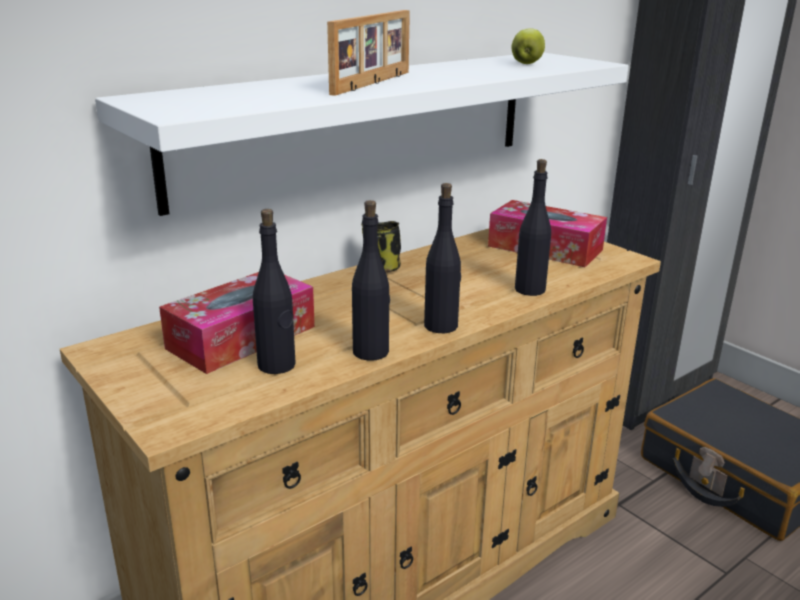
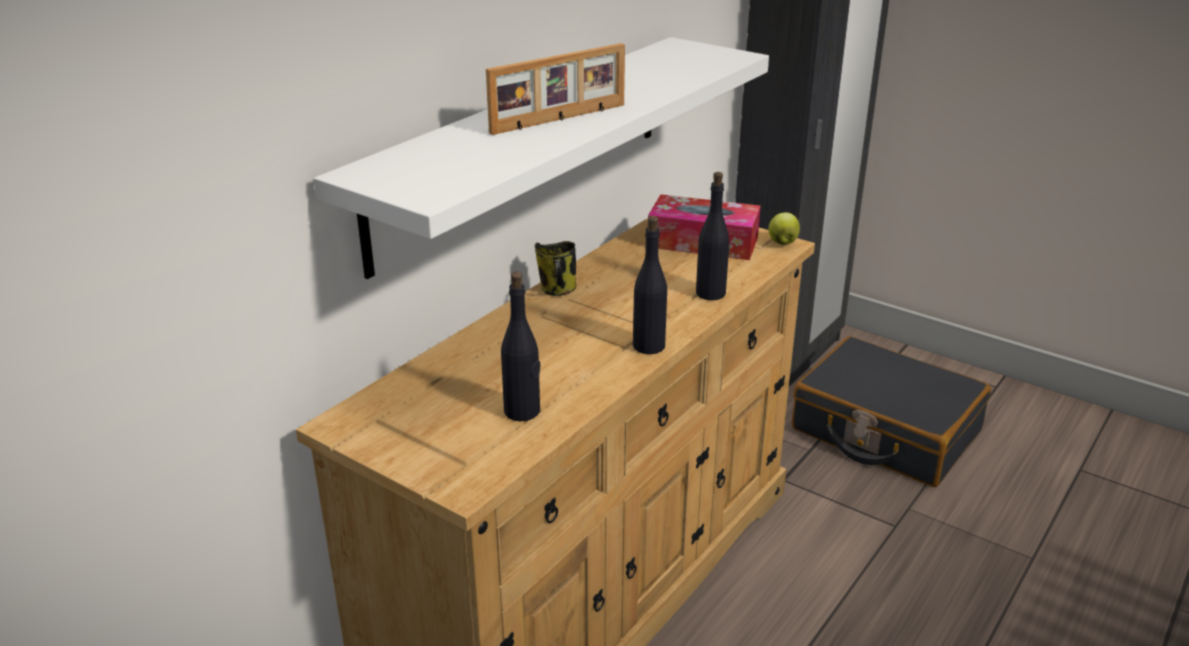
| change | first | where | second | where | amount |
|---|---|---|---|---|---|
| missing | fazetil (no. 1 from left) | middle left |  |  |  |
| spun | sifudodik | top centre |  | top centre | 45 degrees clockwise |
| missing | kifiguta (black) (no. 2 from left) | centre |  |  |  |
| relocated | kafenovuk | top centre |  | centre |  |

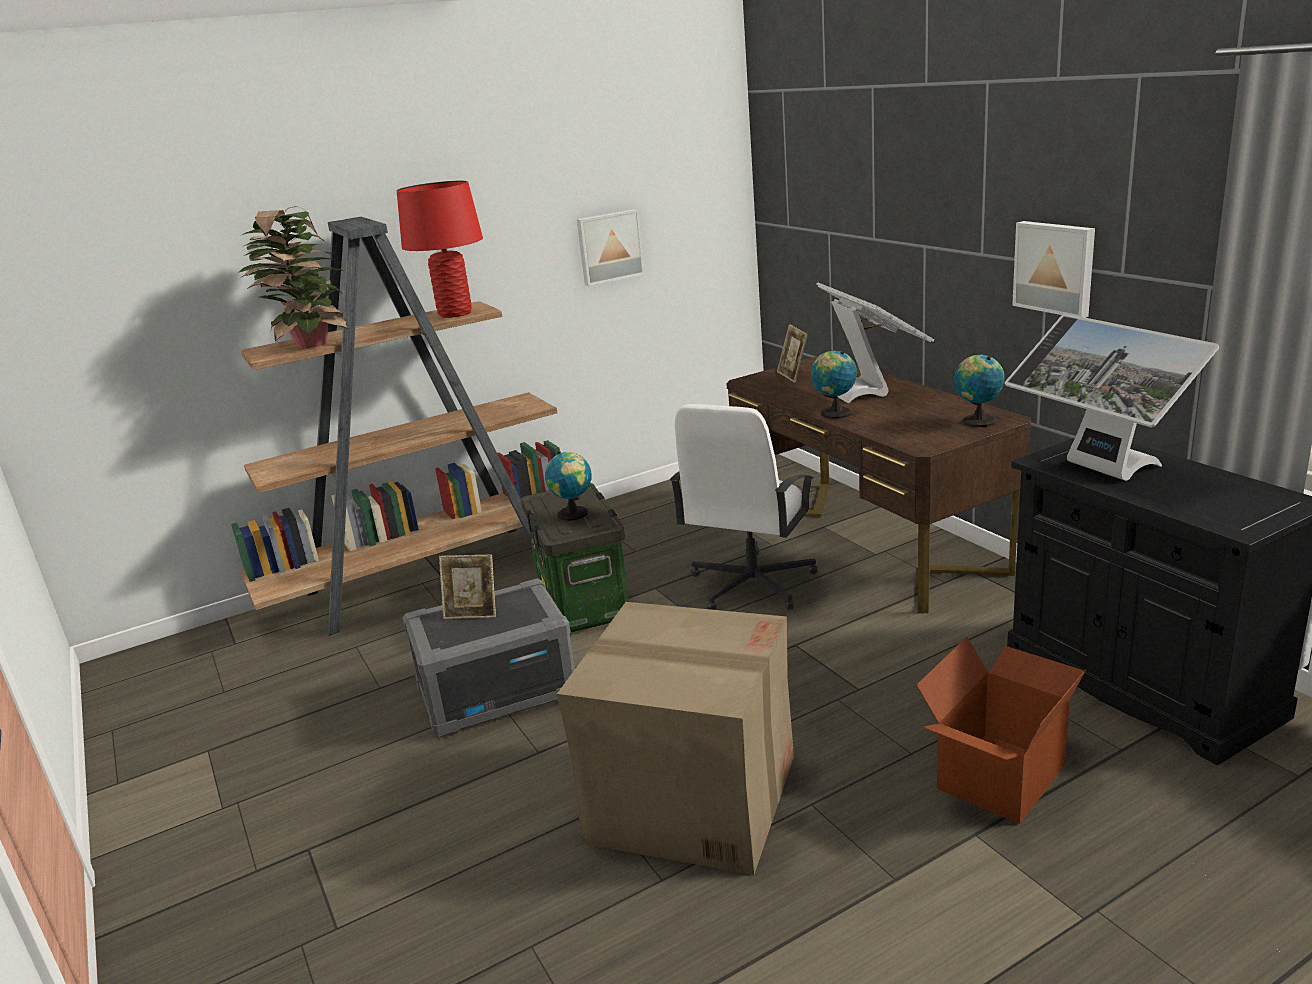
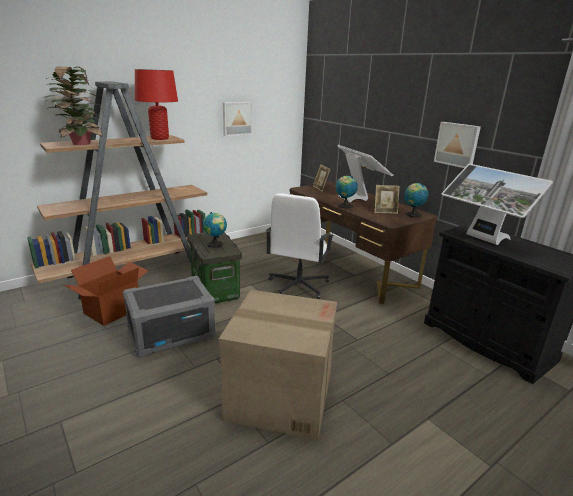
| change | first | where | second | where | amount |
|---|---|---|---|---|---|
| relocated | sifudodik (no. 1 from left in the first image) | centre | sifudodik (no. 2 from left) | middle right |  |
| relocated | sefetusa (no. 2 from left in the first image) | bottom right | sefetusa (no. 1 from left) | middle left |  |

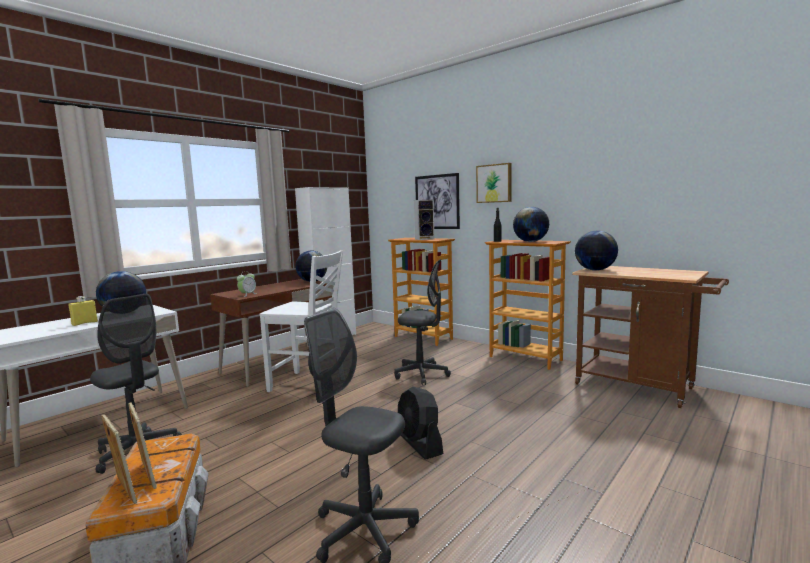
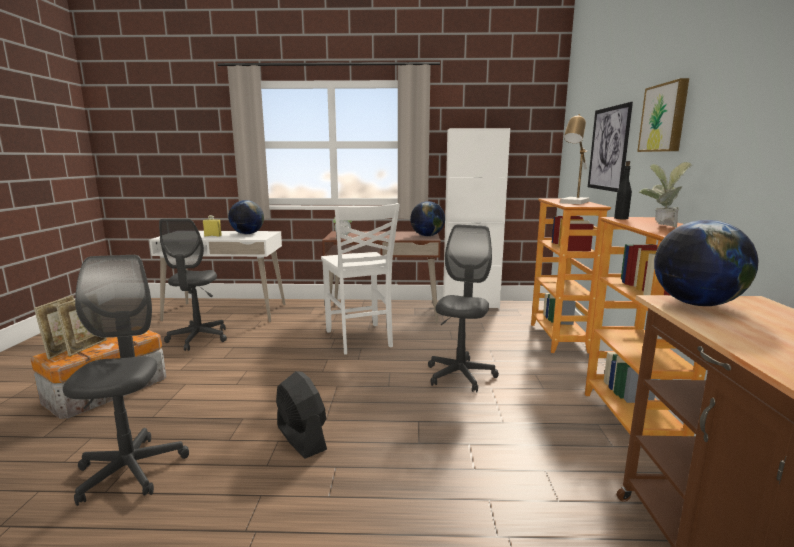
| change | first | where | second | where | amount |
|---|---|---|---|---|---|
| spun | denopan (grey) (no. 3 from left) | centre |  | centre | 135 degrees counterclockwise |
| spun | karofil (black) | bottom centre |  | bottom centre | 120 degrees clockwise |
| exchanged | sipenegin | centre | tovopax | top right |  |
| exchanged | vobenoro (no. 3 from left) | centre | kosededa | middle right |  |

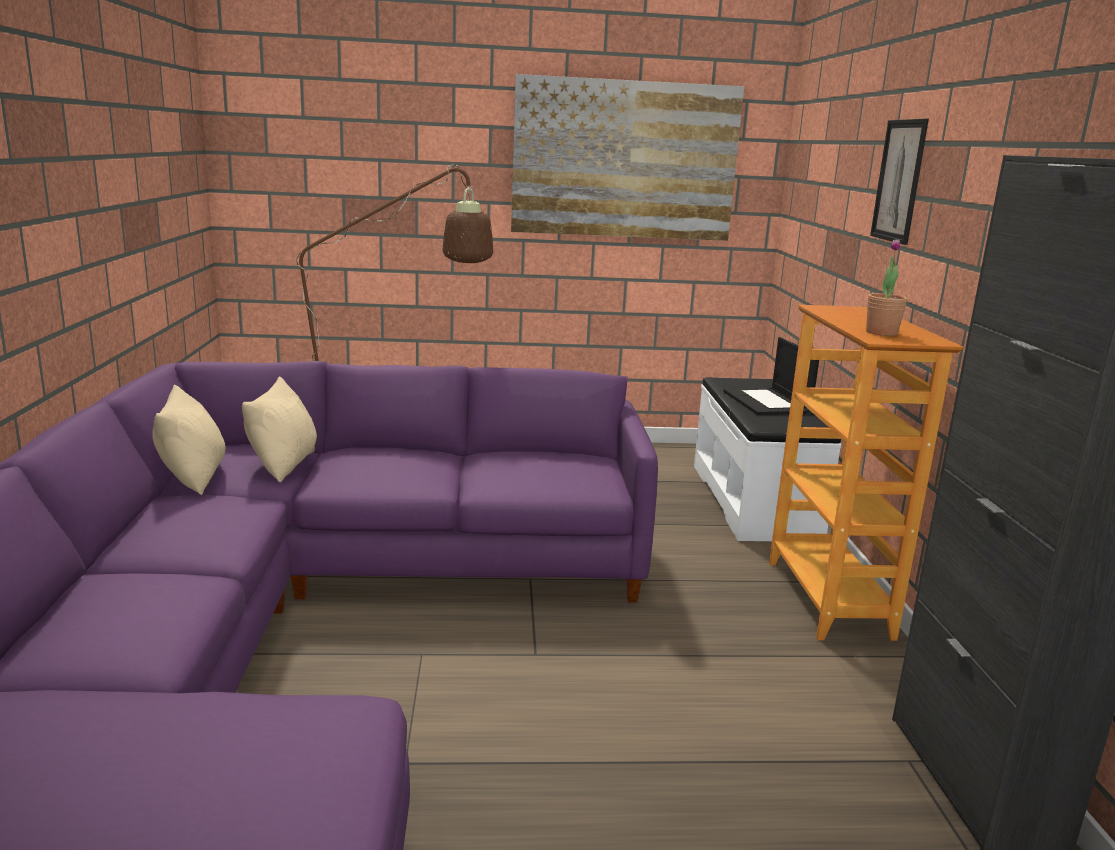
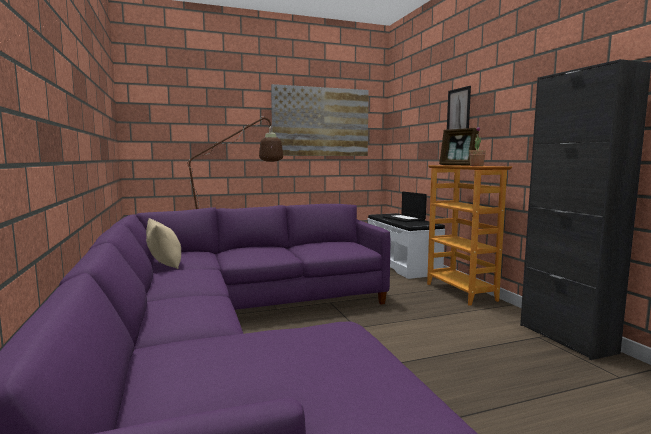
| change | first | where | second | where | amount |
|---|---|---|---|---|---|
| missing | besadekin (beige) (no. 2 from left) | middle left |  |  |  |
| appeared |  |  | sifudodik | middle right |  |

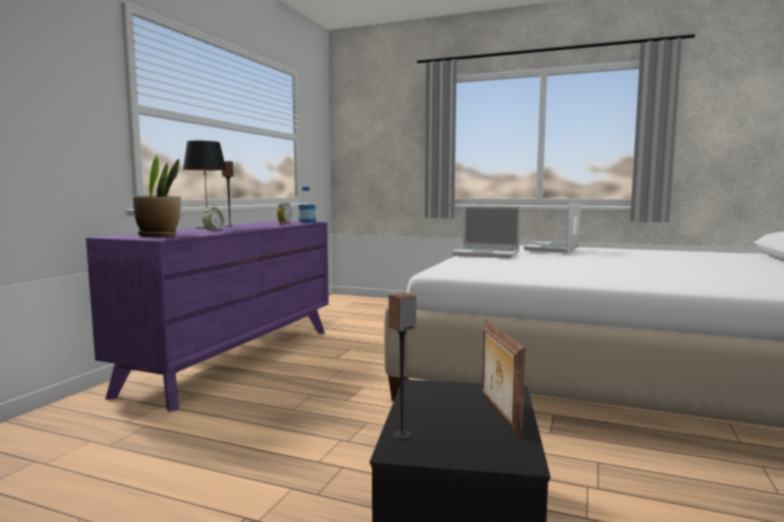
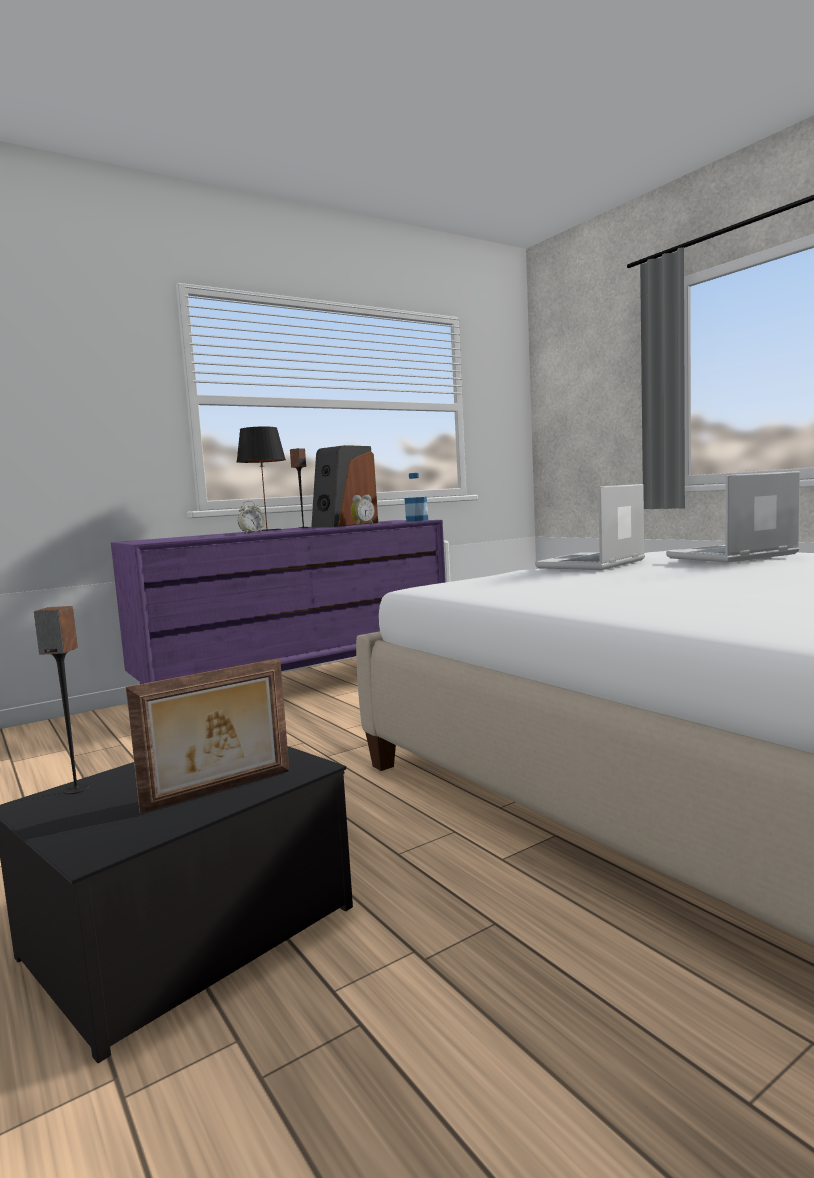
| change | first | where | second | where | amount |
|---|---|---|---|---|---|
| missing | kosededa | middle left |  |  |  |
| spun | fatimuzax (no. 1 from left) | centre |  | middle right | 75 degrees clockwise |
| spun | sifudodik | bottom centre |  | middle left | 150 degrees counterclockwise |
| appeared |  |  | sipenegin (no. 3 from left) | centre |  |

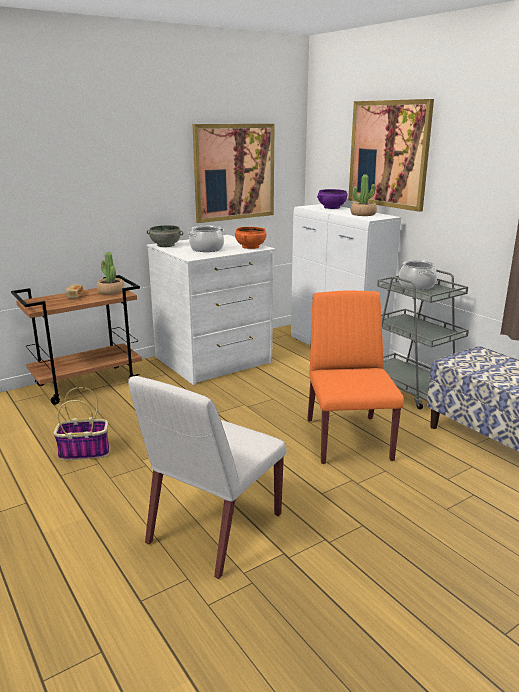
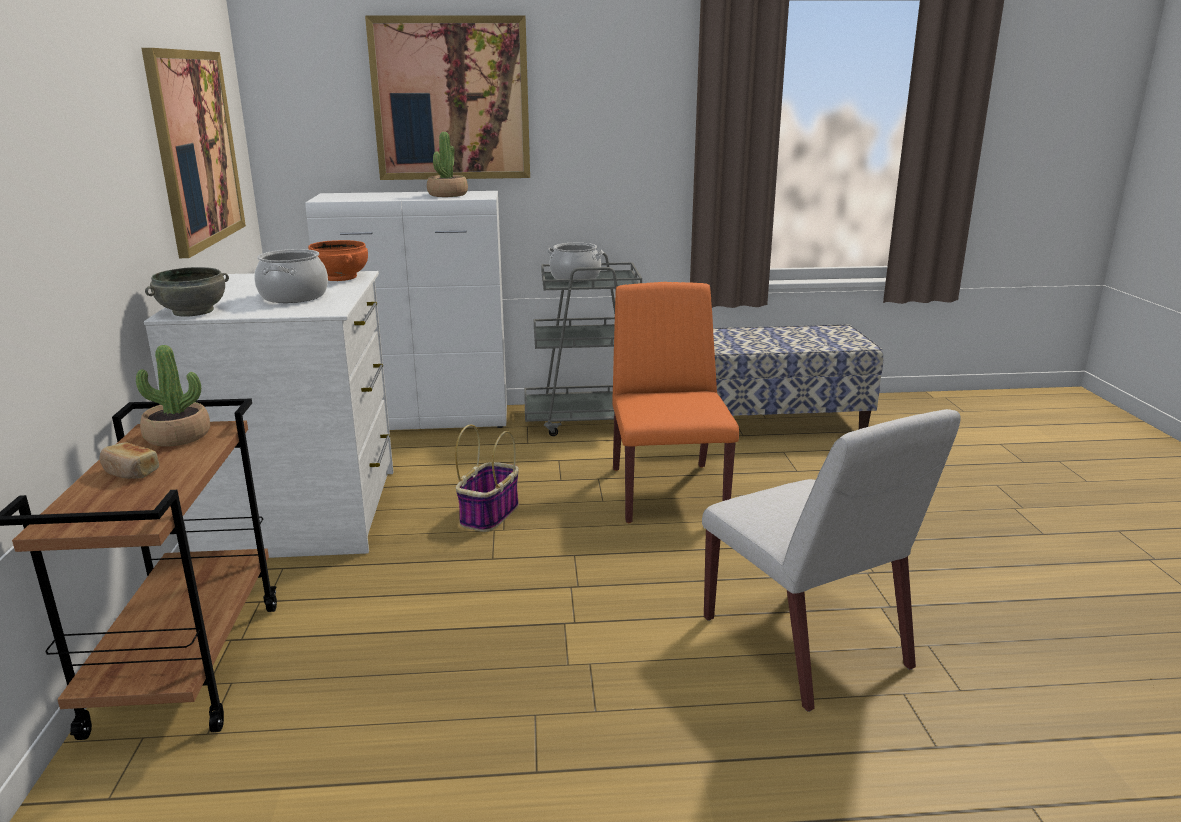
| change | first | where | second | where | amount |
|---|---|---|---|---|---|
| relocated | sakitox | middle left |  | centre |  |
| spun | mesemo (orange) | middle right |  | centre | 60 degrees clockwise |
| missing | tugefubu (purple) | top centre |  |  |  |

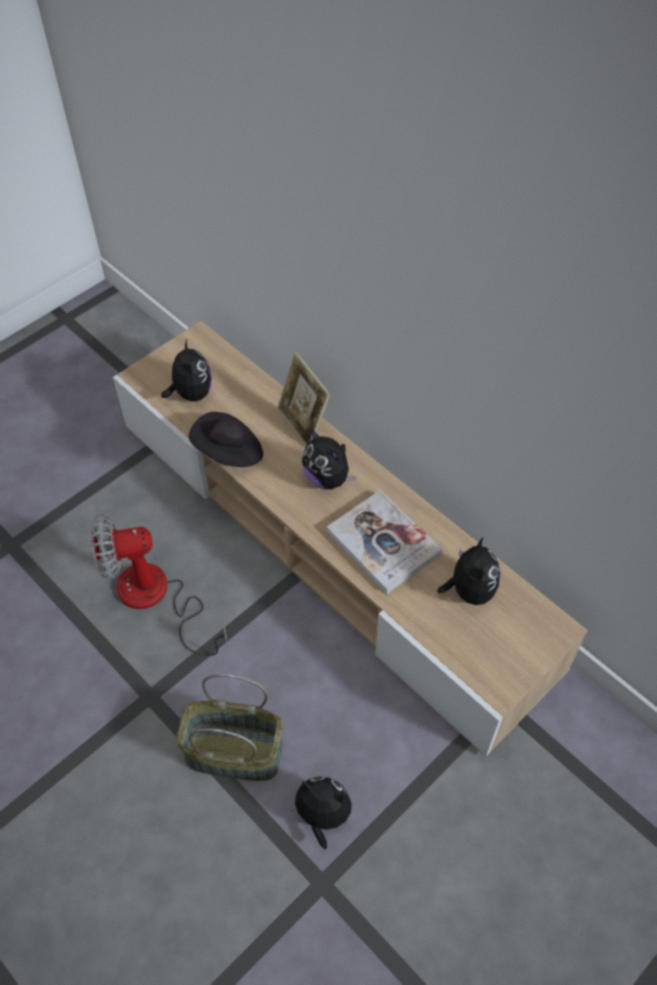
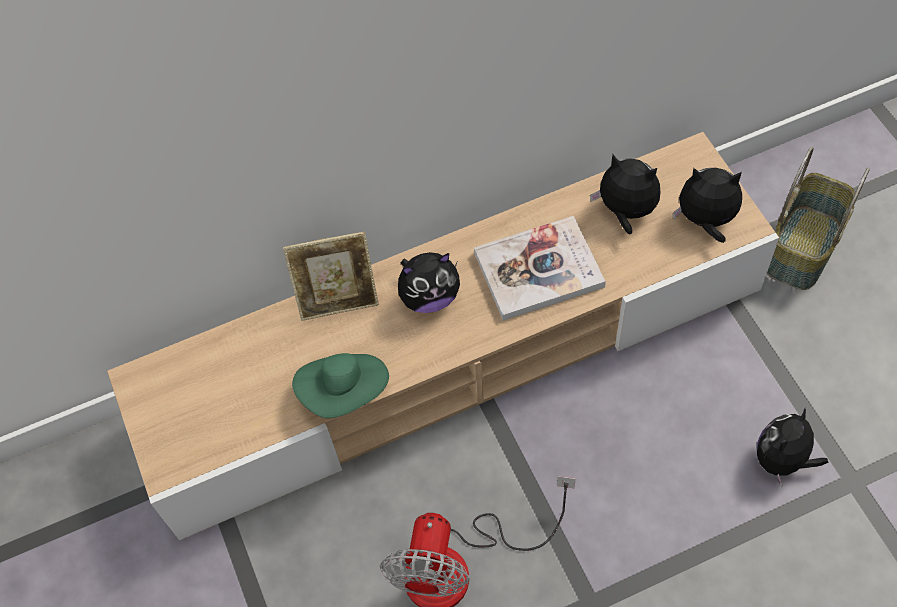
| change | first | where | second | where | amount |
|---|---|---|---|---|---|
| relocated | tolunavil (no. 1 from left in the first image) | middle left | tolunavil (no. 3 from left) | middle right |  |
| relocated | sakitox | bottom centre |  | middle right |  |
| colour | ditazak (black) | centre | ditazak (green) | centre |  |

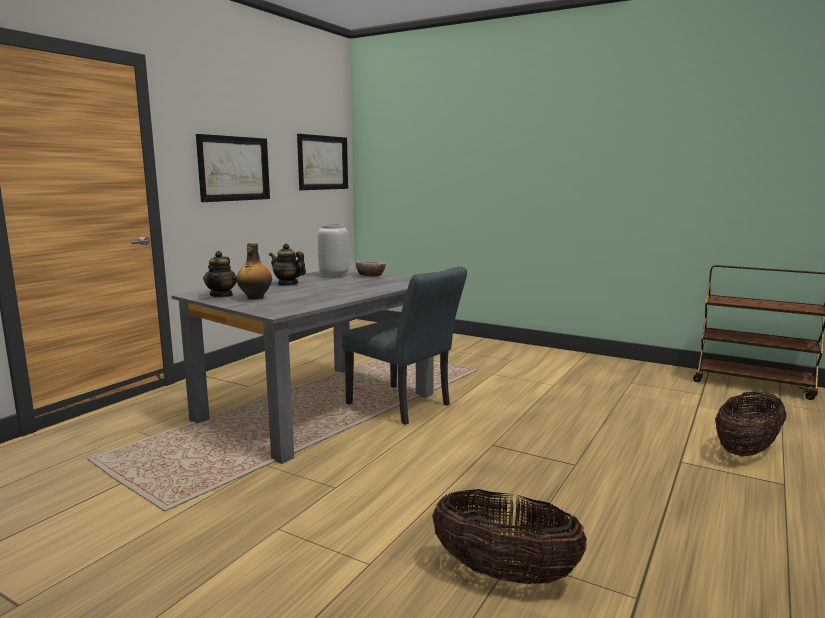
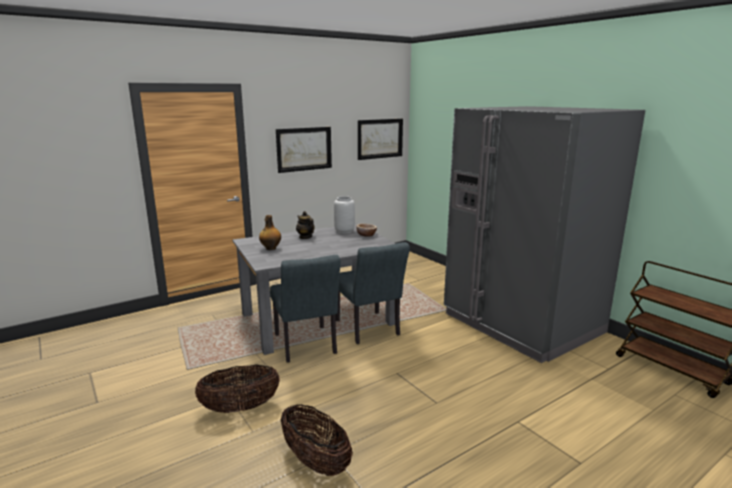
| change | first | where | second | where | amount |
|---|---|---|---|---|---|
| missing | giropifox (no. 1 from left) | middle left |  |  |  |
| relocated | sakitox (no. 2 from left in the first image) | bottom right | sakitox (no. 1 from left) | bottom left |  |
| appeared |  |  | mesemo (grey) (no. 1 from left) | centre |  |
| appeared |  |  | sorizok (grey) | middle right |  |

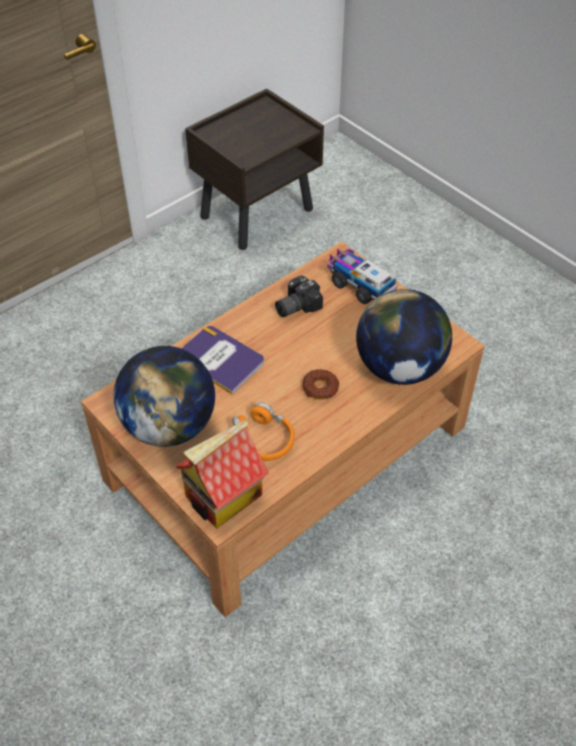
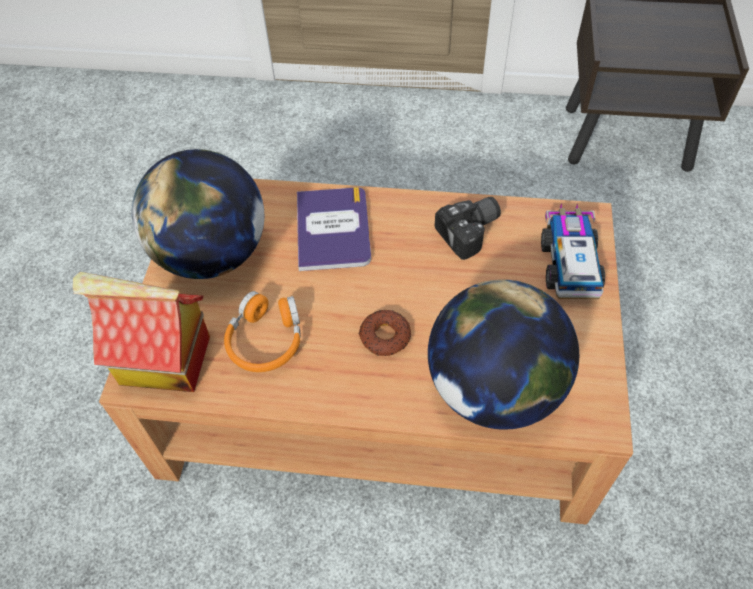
| change | first | where | second | where | amount |
|---|---|---|---|---|---|
| spun | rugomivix | centre |  | centre | 135 degrees clockwise |

